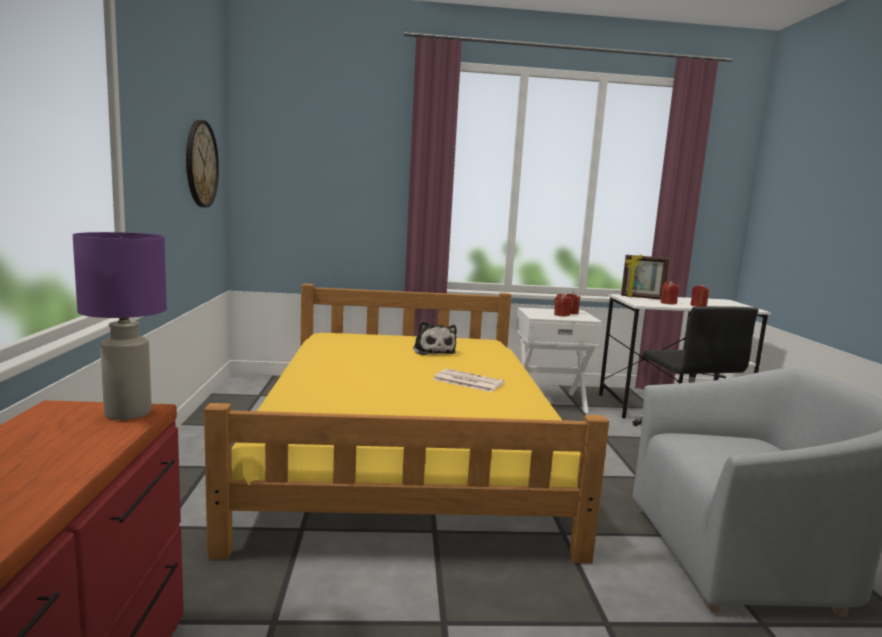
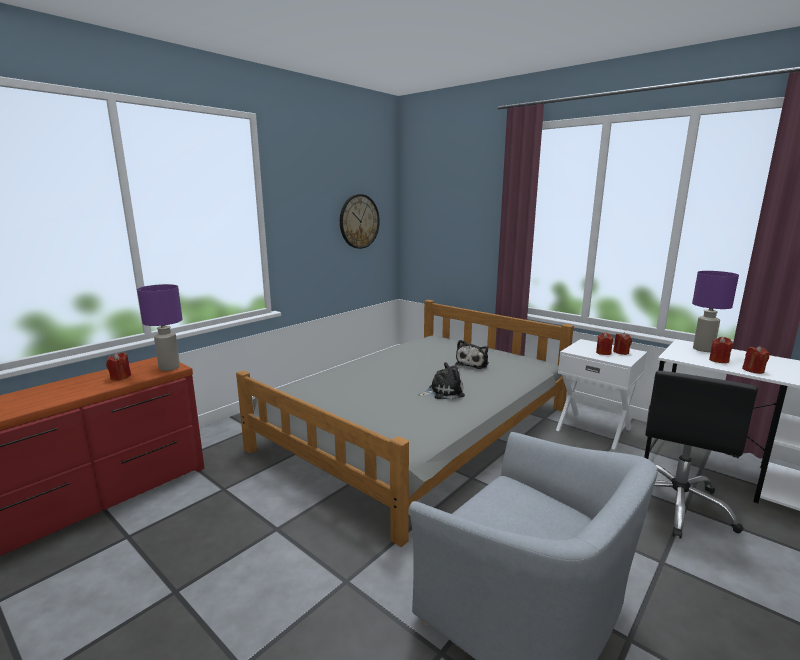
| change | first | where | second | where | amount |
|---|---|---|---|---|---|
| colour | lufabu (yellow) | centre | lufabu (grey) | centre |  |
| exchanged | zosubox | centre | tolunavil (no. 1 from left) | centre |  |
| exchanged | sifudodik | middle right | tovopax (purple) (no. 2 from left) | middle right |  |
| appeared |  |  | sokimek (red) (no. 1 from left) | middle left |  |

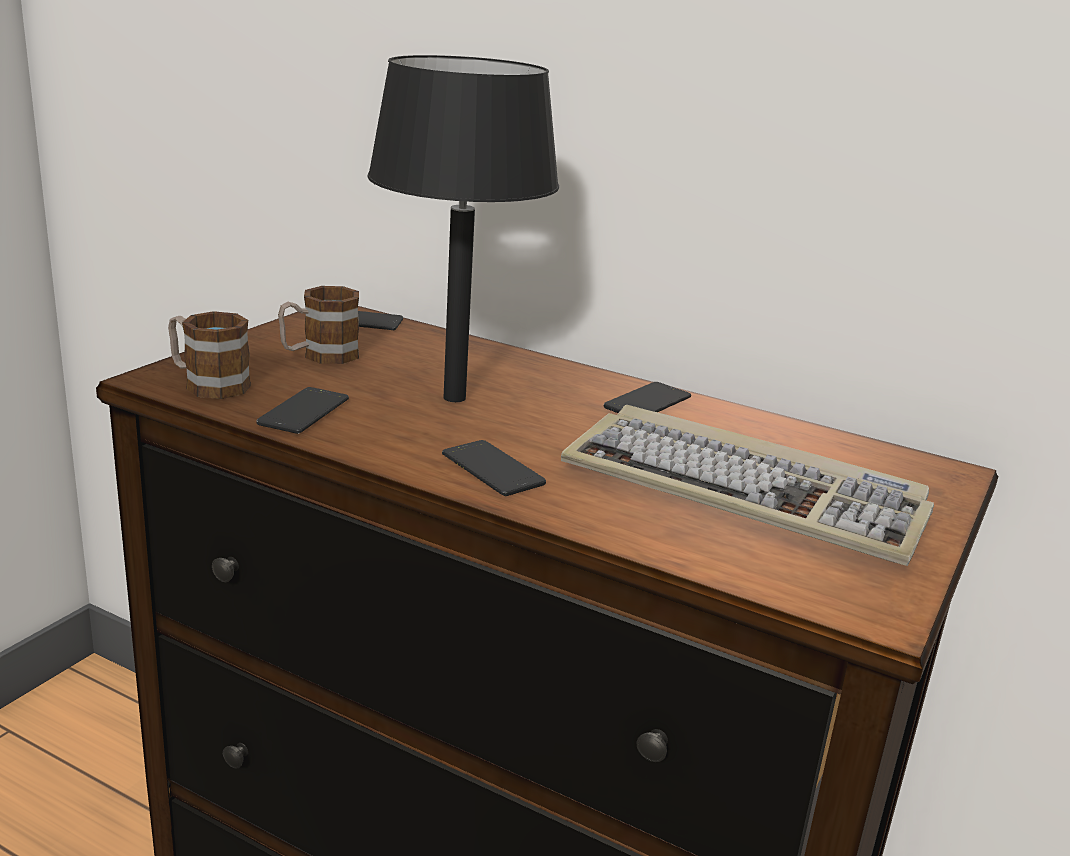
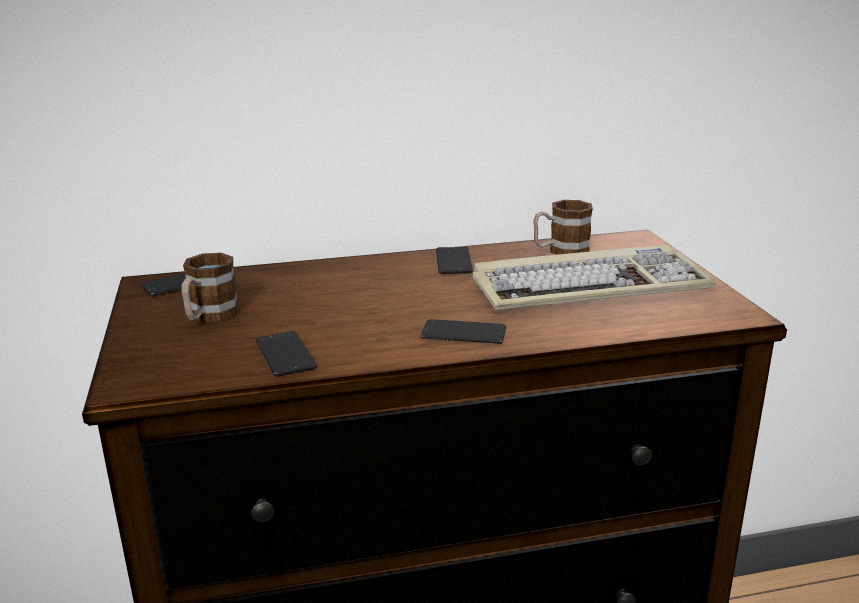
| change | first | where | second | where | amount |
|---|---|---|---|---|---|
| relocated | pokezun (no. 1 from left in the first image) | middle left | pokezun (no. 2 from left) | centre |  |
| missing | tovopax (black) | top centre |  |  |  |

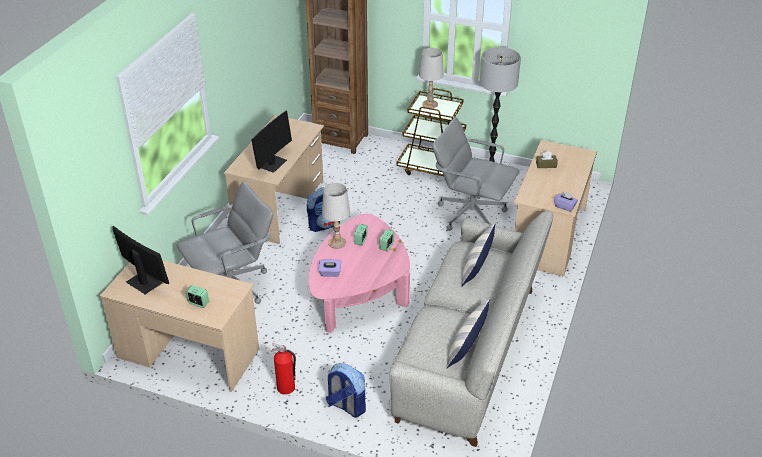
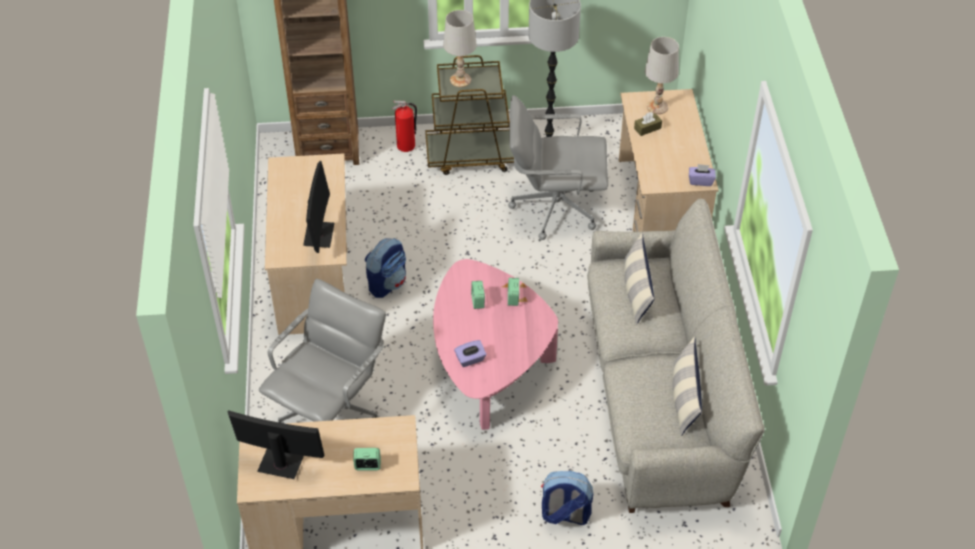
| change | first | where | second | where | amount |
|---|---|---|---|---|---|
| relocated | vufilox | bottom centre |  | top centre |  |
| relocated | tovopax (white) (no. 1 from left in the first image) | centre | tovopax (white) (no. 2 from left) | top right |  |

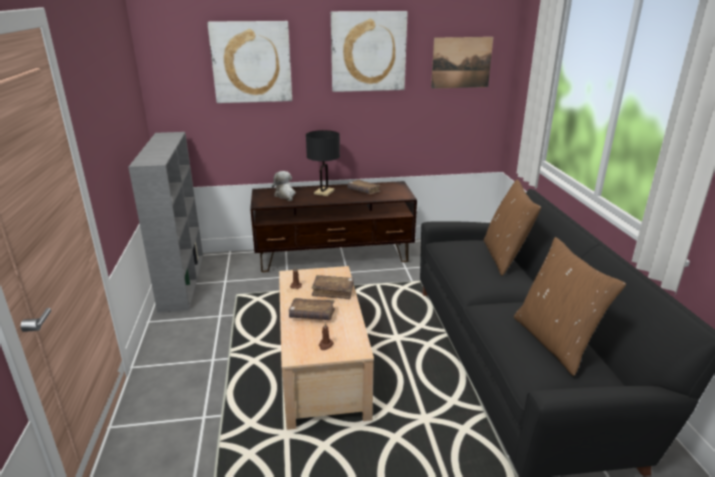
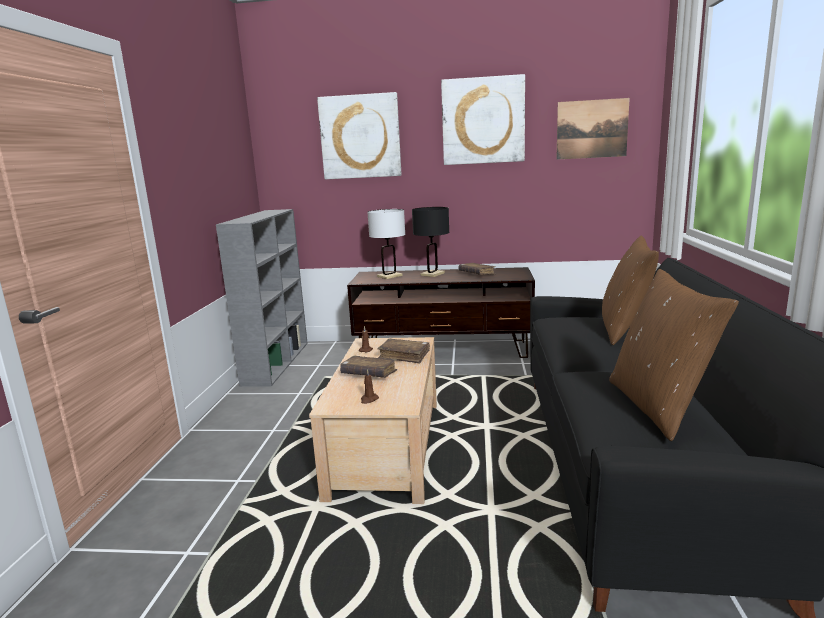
| change | first | where | second | where | amount |
|---|---|---|---|---|---|
| exchanged | tolunavil | centre | tovopax (white) | centre |  |

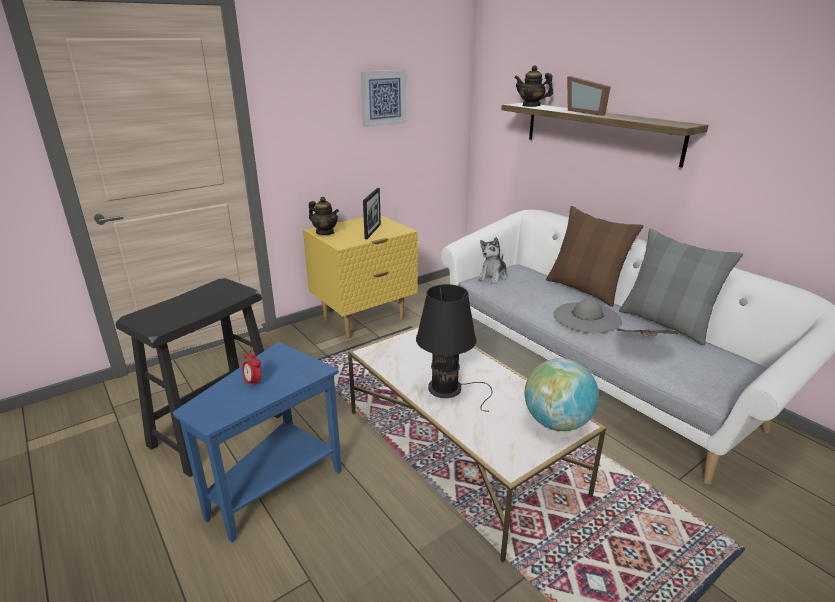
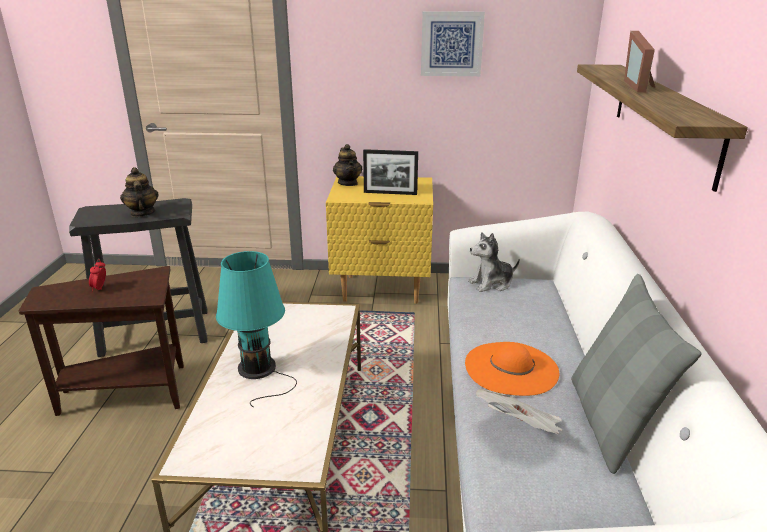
| change | first | where | second | where | amount |
|---|---|---|---|---|---|
| colour | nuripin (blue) | bottom left | nuripin (brown) | middle left |  |
| spun | sifudodik (no. 1 from left) | centre |  | top centre | 45 degrees clockwise |
| colour | tovopax (black) | centre | tovopax (turquoise) | centre |  |
| relocated | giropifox (no. 2 from left in the first image) | top centre | giropifox (no. 1 from left) | middle left |  |
| missing | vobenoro | middle right |  |  |  |
| missing | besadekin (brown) | middle right |  |  |  |
| colour | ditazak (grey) | middle right | ditazak (orange) | bottom right |  |

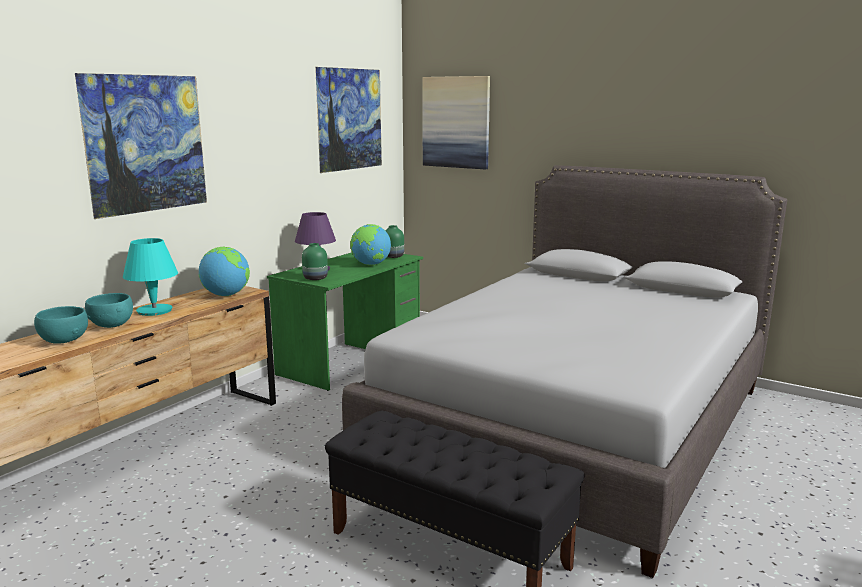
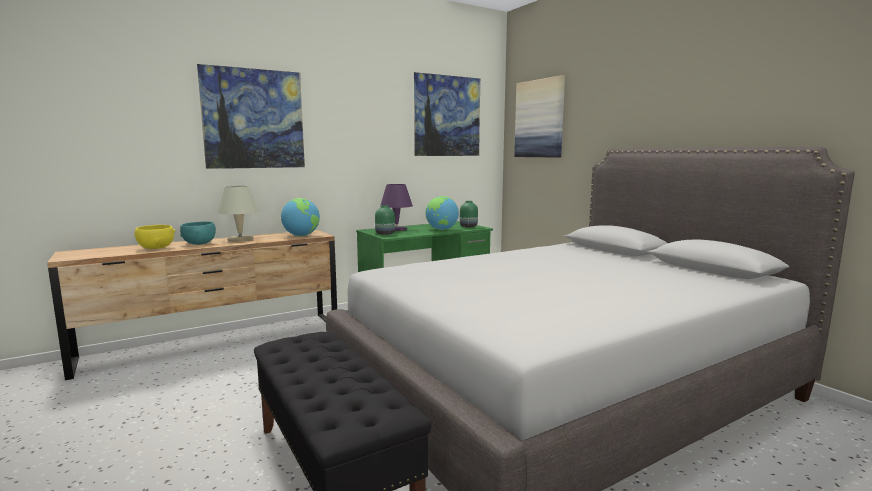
| change | first | where | second | where | amount |
|---|---|---|---|---|---|
| colour | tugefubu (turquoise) (no. 1 from left) | middle left | tugefubu (yellow) | middle left |  |
| colour | tovopax (turquoise) | middle left | tovopax (beige) | middle left |  |

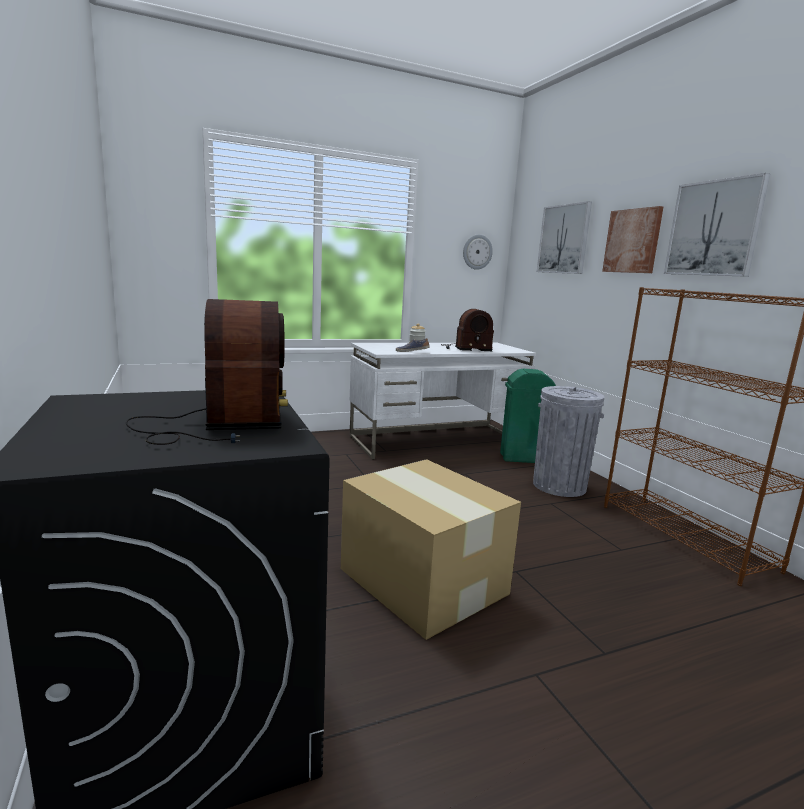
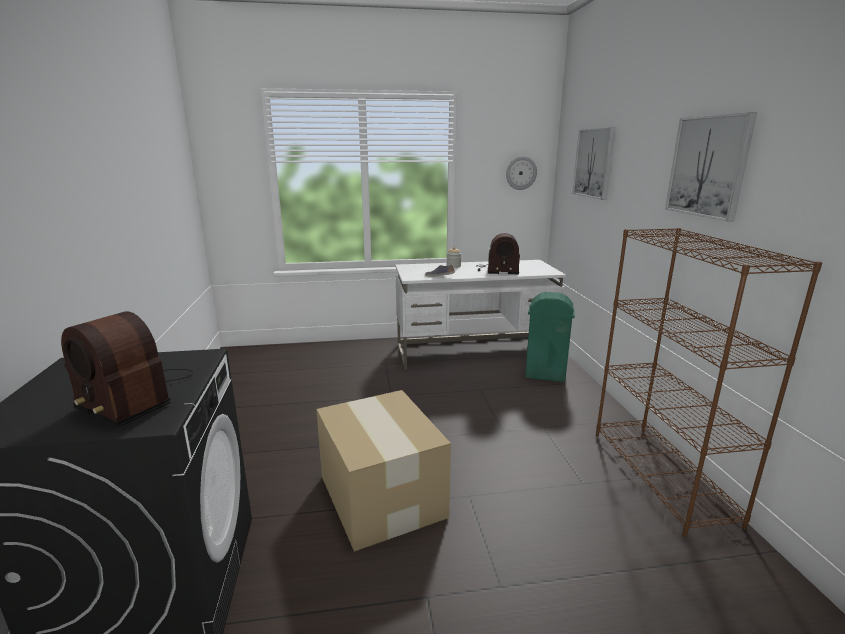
| change | first | where | second | where | amount |
|---|---|---|---|---|---|
| spun | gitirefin (no. 1 from left) | middle left |  | middle left | 120 degrees clockwise |
| missing | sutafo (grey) | middle right |  |  |  |
| missing | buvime (no. 2 from left) | top right |  |  |  |

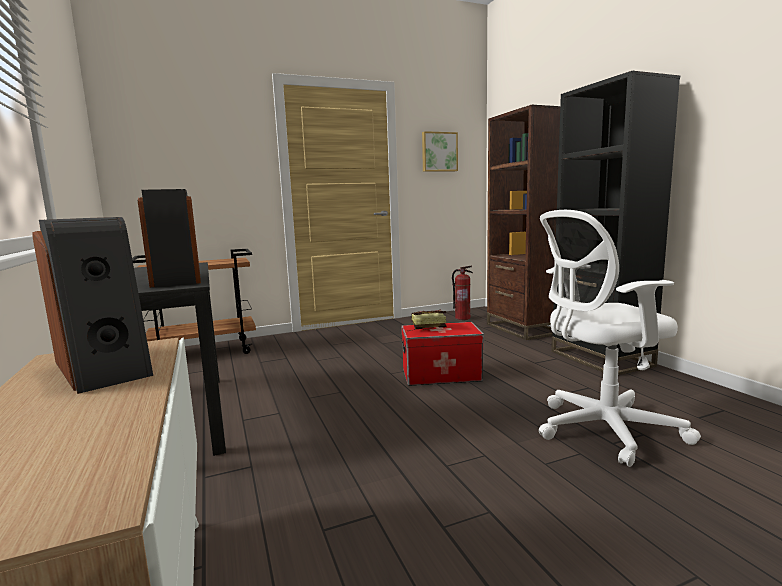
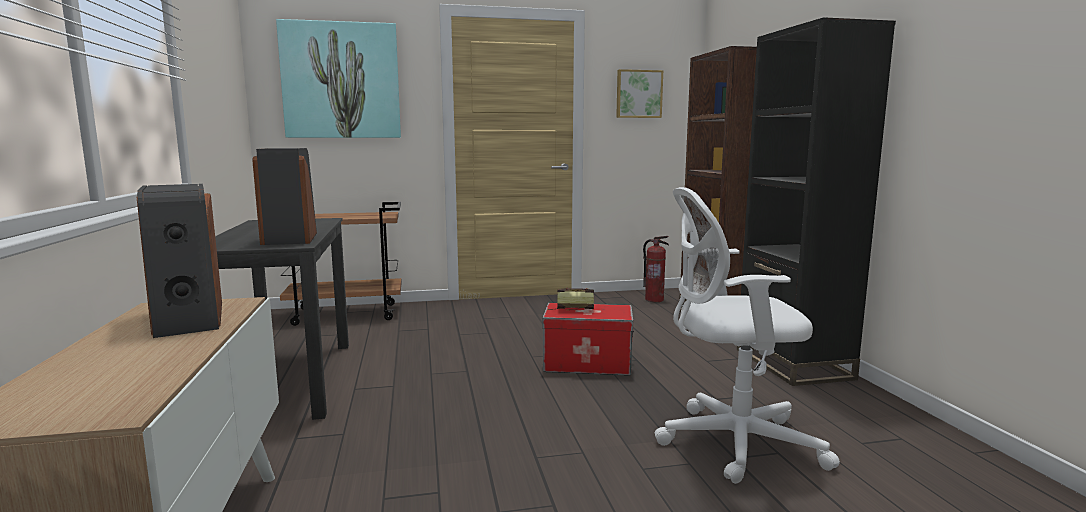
| change | first | where | second | where | amount |
|---|---|---|---|---|---|
| appeared |  |  | buvime (no. 1 from left) | top left |  |

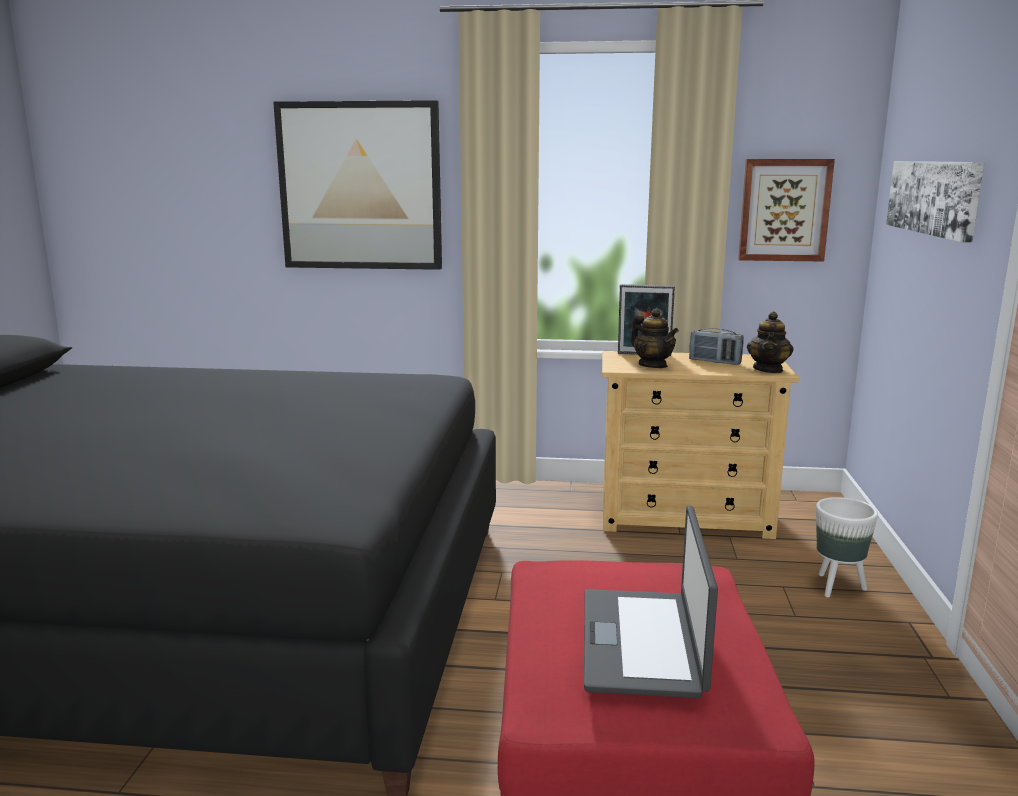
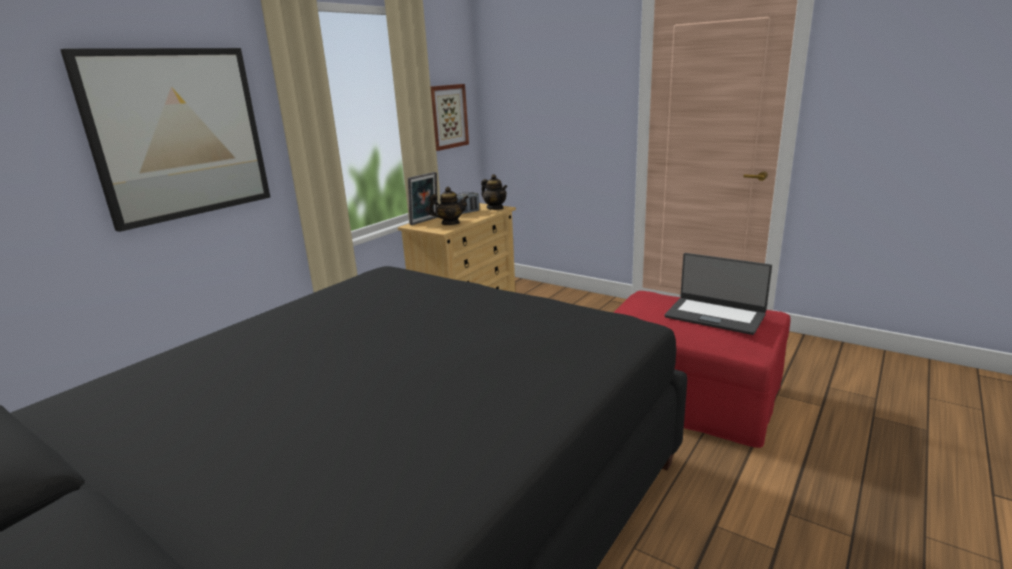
| change | first | where | second | where | amount |
|---|---|---|---|---|---|
| missing | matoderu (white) | bottom right |  |  |  |
| missing | buvime (no. 3 from left) | top right |  |  |  |

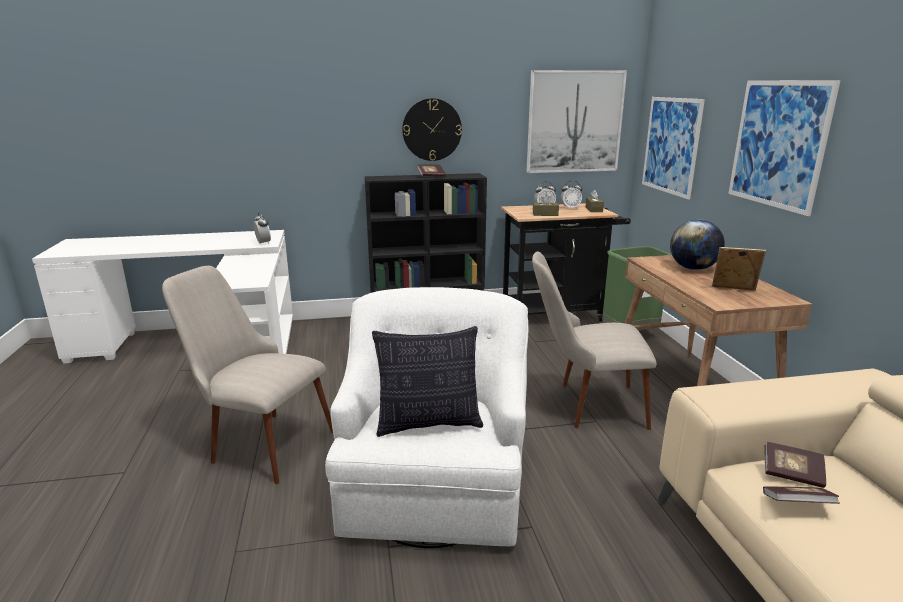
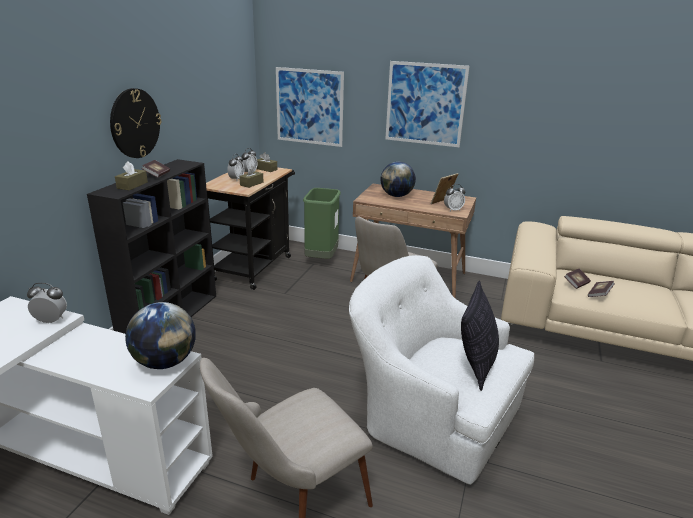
| change | first | where | second | where | amount |
|---|---|---|---|---|---|
| missing | buvime (no. 1 from left) | top centre |  |  |  |
| appeared |  |  | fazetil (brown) (no. 1 from left) | middle left |  |
| appeared |  |  | vobenoro (no. 1 from left) | middle left |  |
| appeared |  |  | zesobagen (no. 4 from left) | centre |  |

